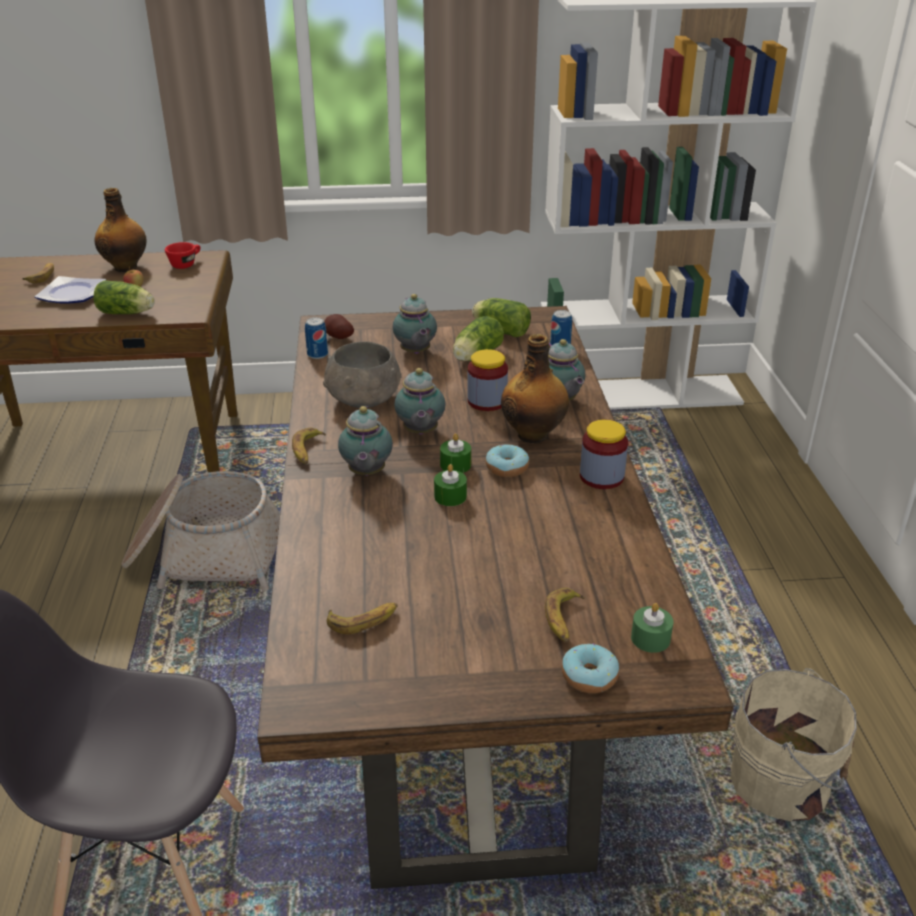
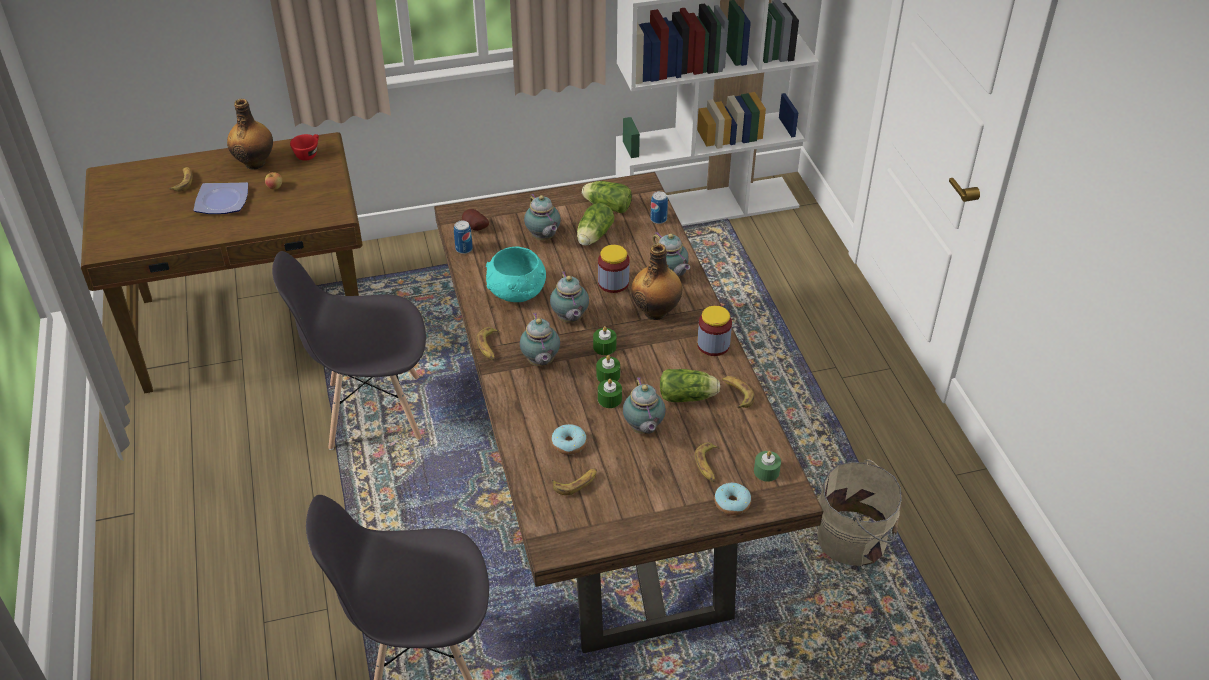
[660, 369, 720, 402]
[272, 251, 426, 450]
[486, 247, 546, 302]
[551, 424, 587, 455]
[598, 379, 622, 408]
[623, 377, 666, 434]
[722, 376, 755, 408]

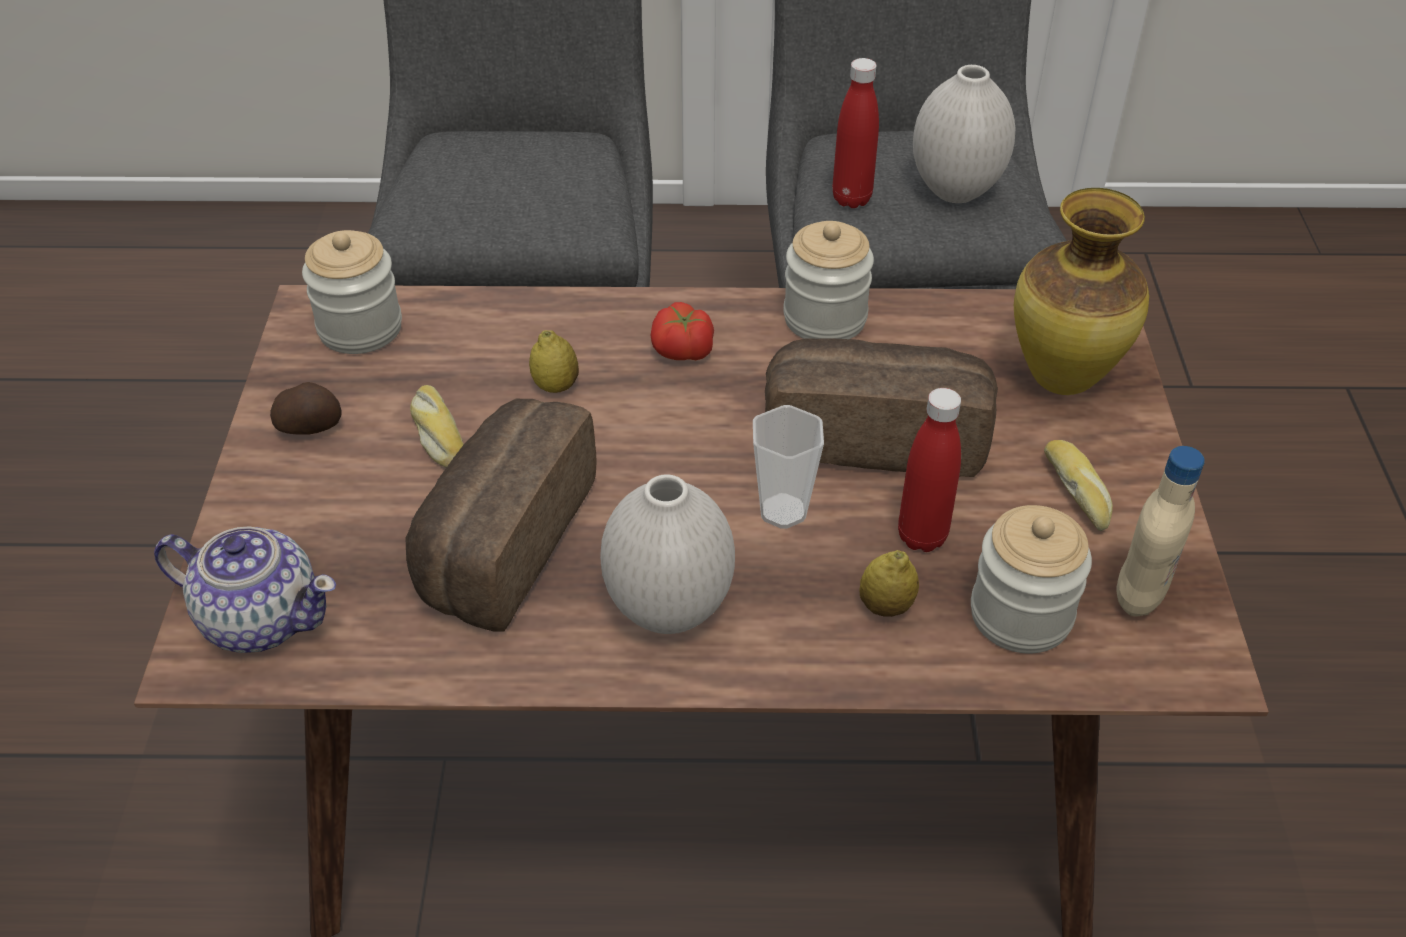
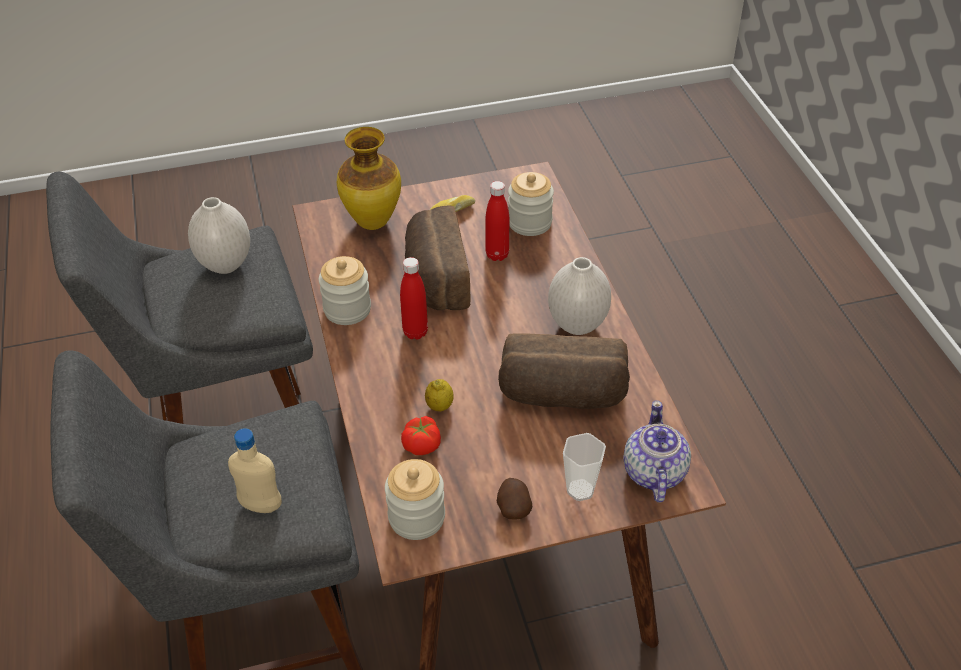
[410, 385, 464, 468] (first image)
[401, 416, 441, 455]
[563, 433, 606, 501]
[400, 257, 428, 340]
[859, 550, 919, 617] (first image)
[228, 428, 282, 513]

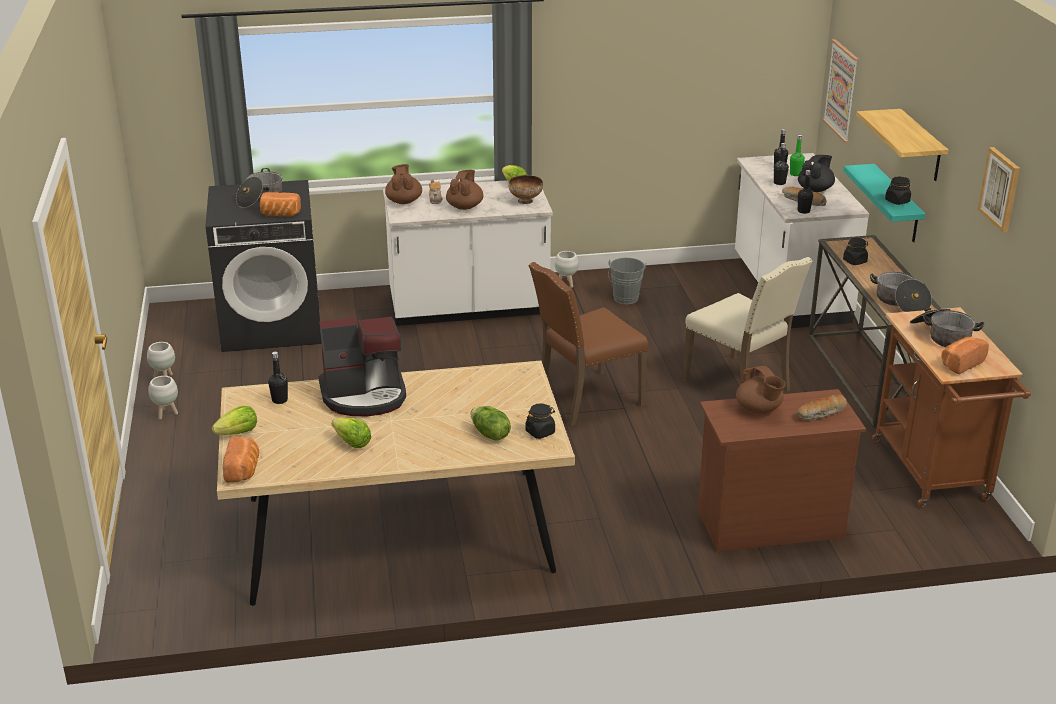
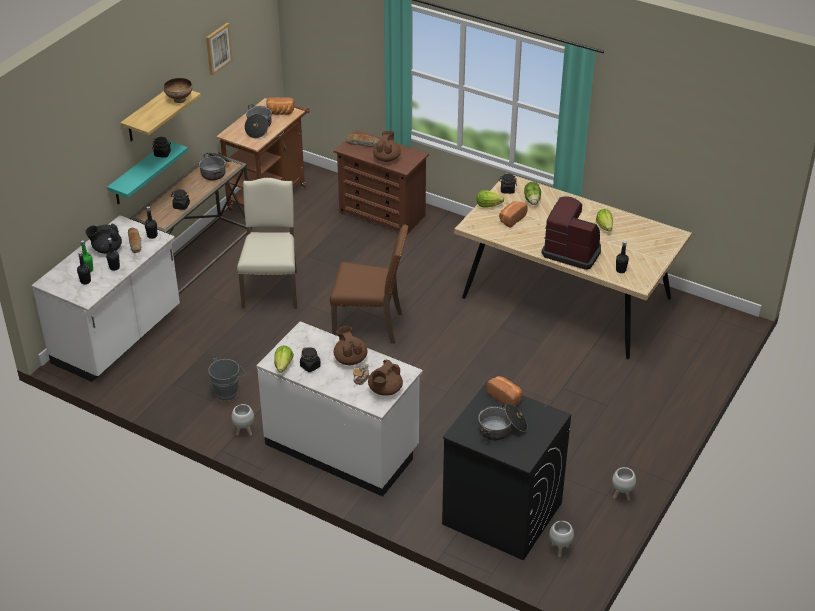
[549, 521, 574, 557]
[477, 190, 504, 208]
[499, 201, 528, 227]
[333, 326, 367, 365]
[164, 78, 192, 103]
[823, 39, 859, 143] (first image)
[300, 347, 321, 372]

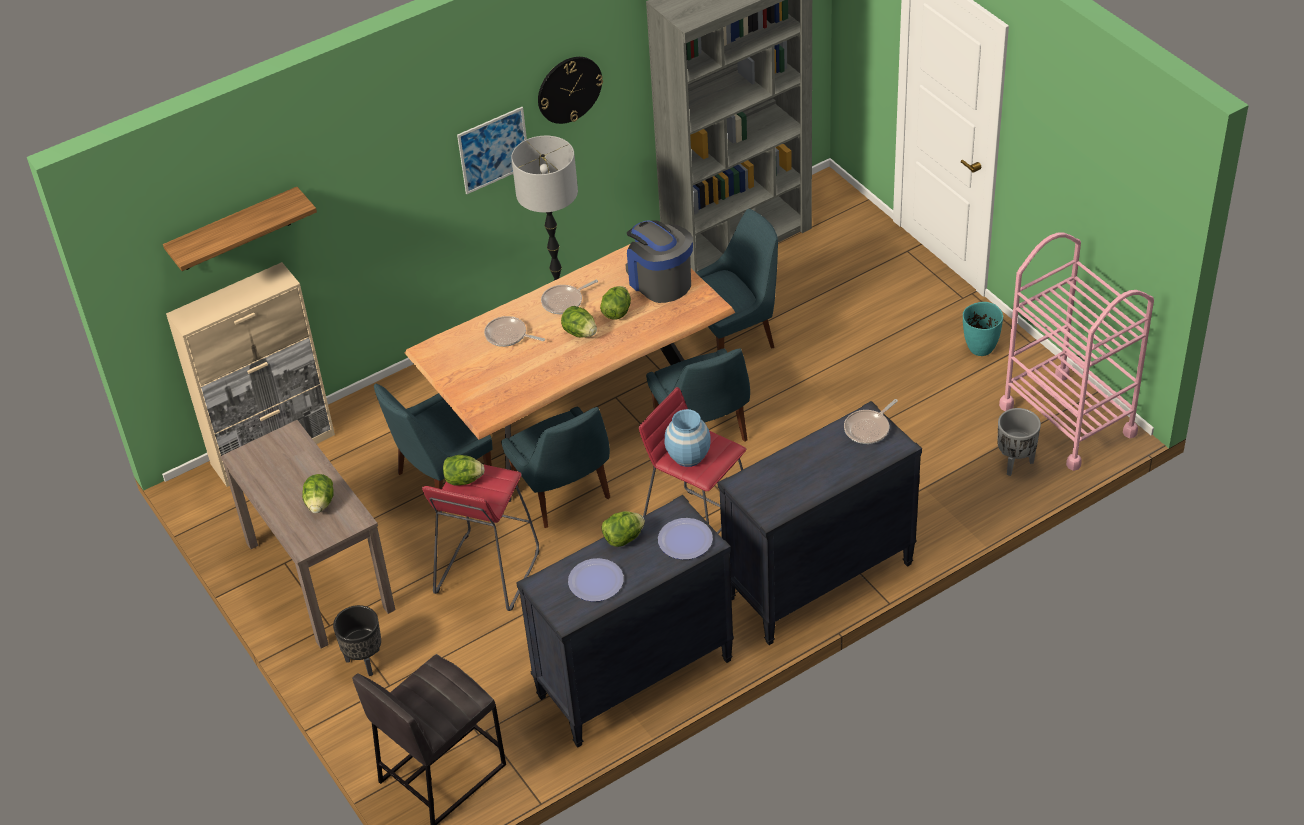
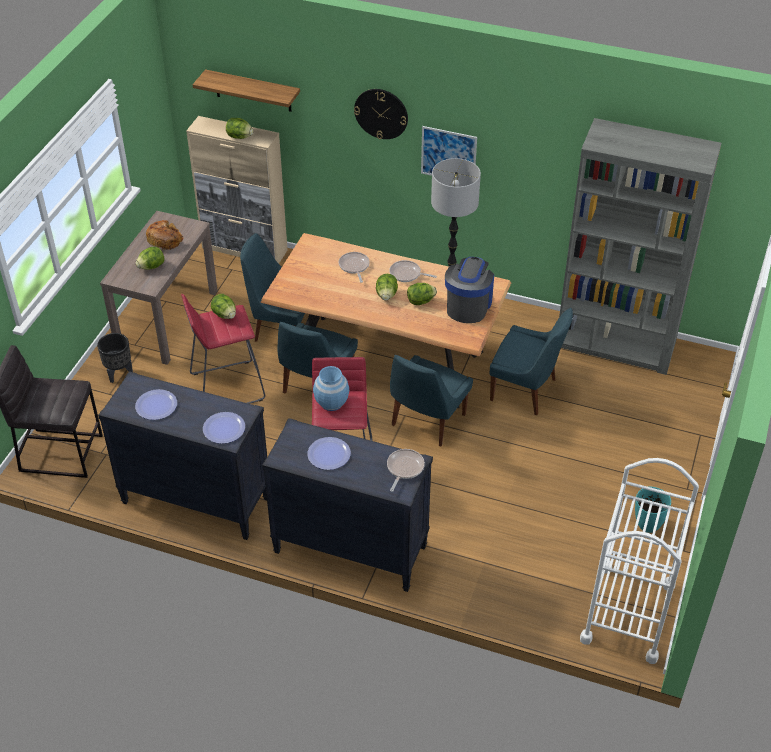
[354, 89, 408, 139]
[226, 118, 253, 139]
[387, 449, 425, 492]
[997, 408, 1041, 476] (first image)
[580, 458, 699, 664]
[146, 220, 183, 250]
[307, 437, 351, 470]

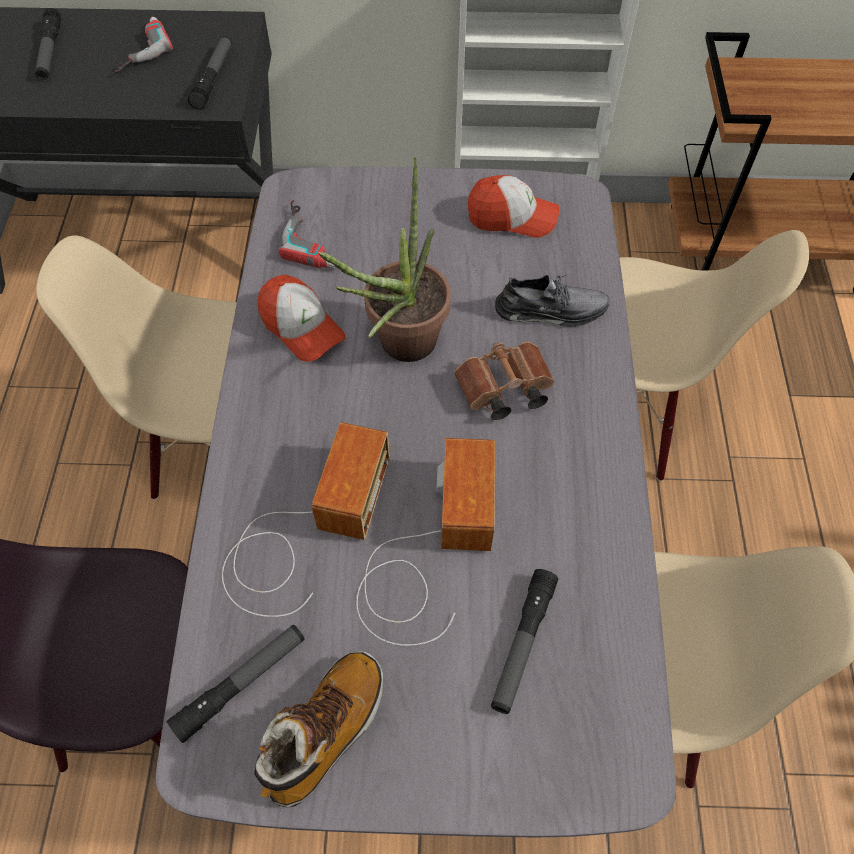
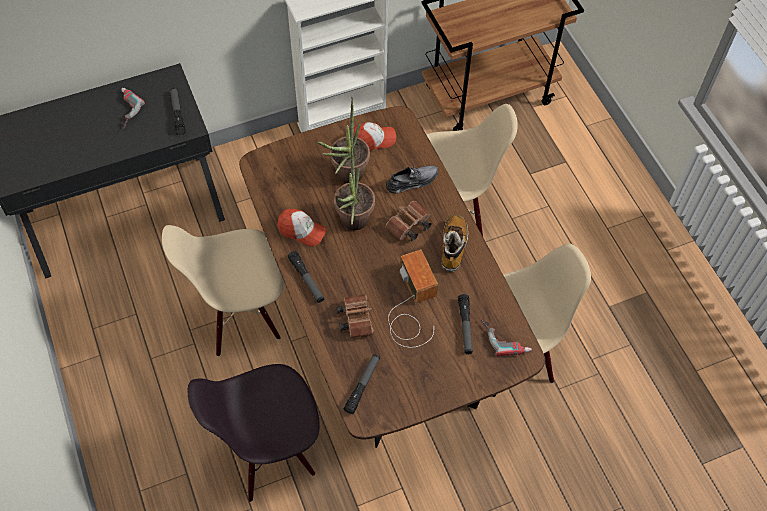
[288, 251, 324, 303]
[239, 106, 545, 448]
[336, 294, 374, 338]
[441, 215, 468, 272]
[481, 319, 532, 356]
[318, 99, 370, 183]

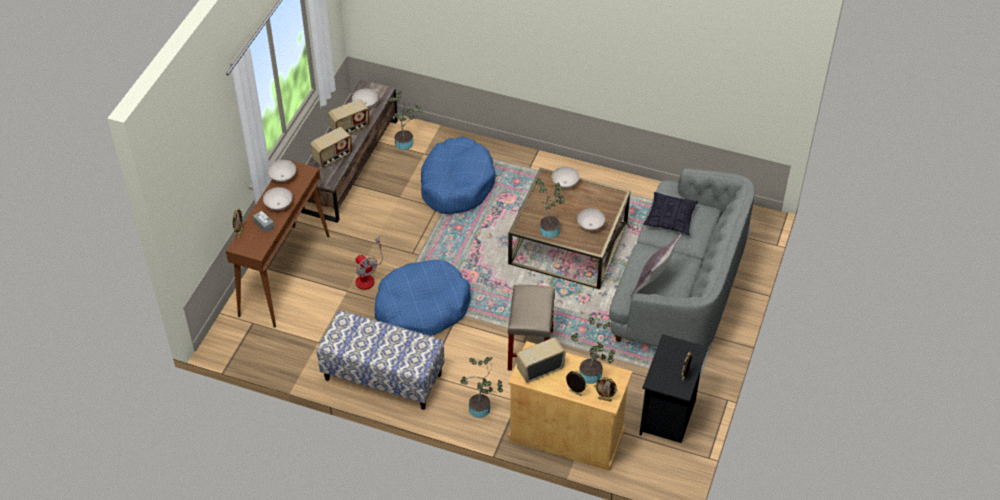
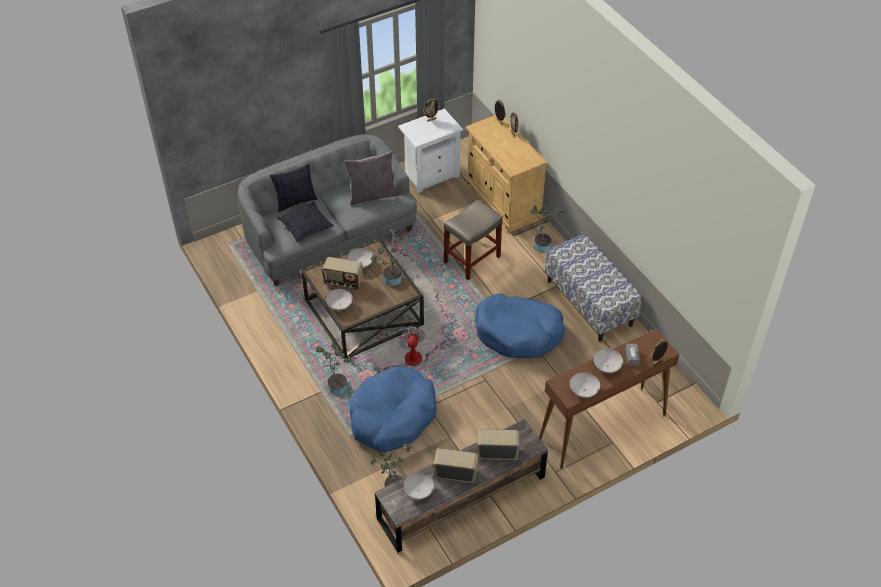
[375, 327, 425, 373]
[322, 257, 363, 290]
[316, 342, 352, 394]
[398, 108, 463, 193]
[270, 164, 318, 212]

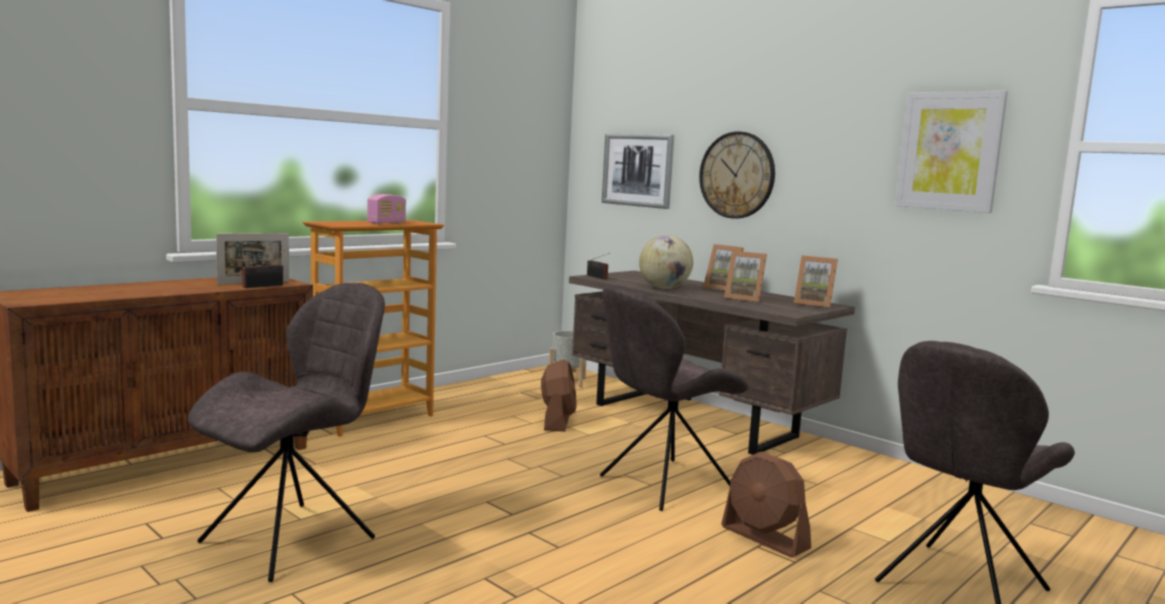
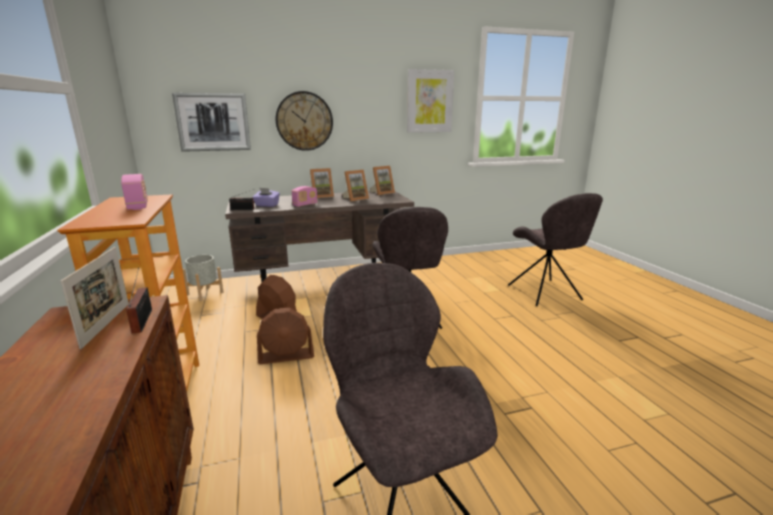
[292, 186, 318, 207]
[257, 308, 314, 364]
[252, 188, 280, 207]

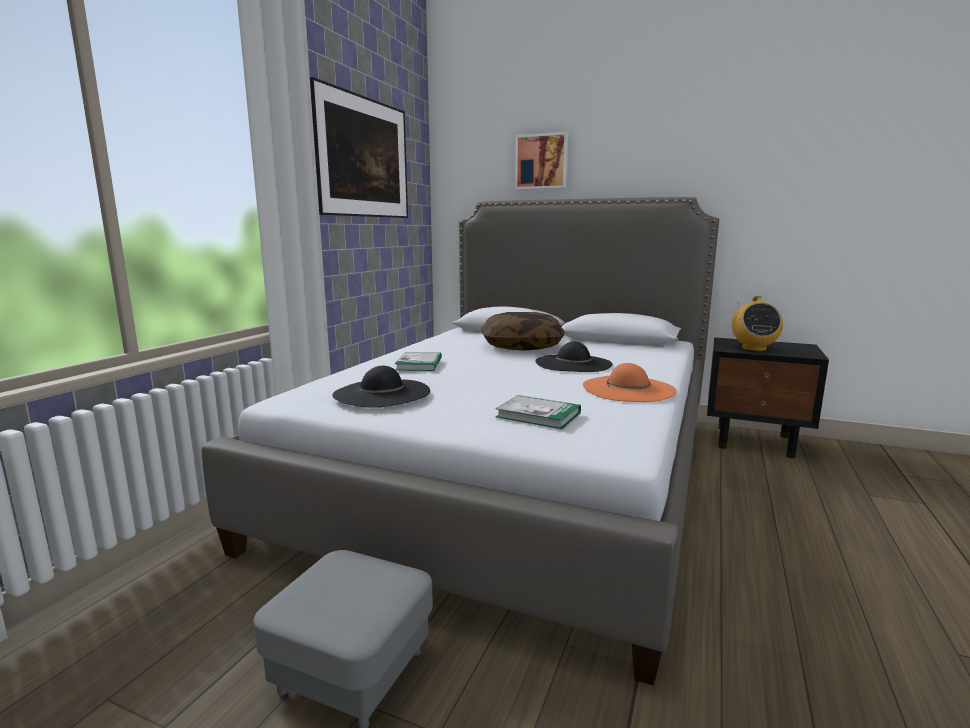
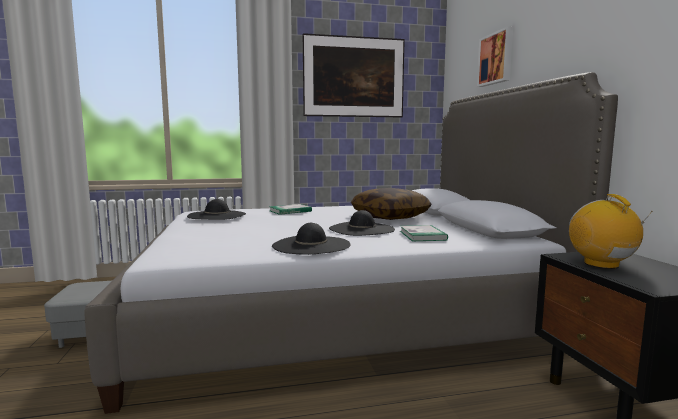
[400, 225, 448, 241]
[272, 223, 351, 255]
[569, 194, 653, 269]

